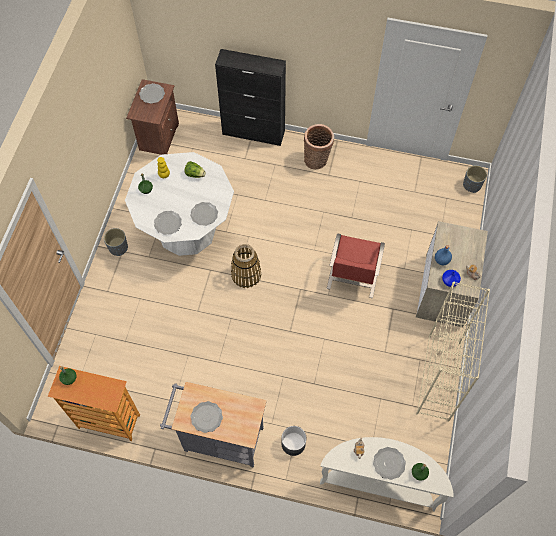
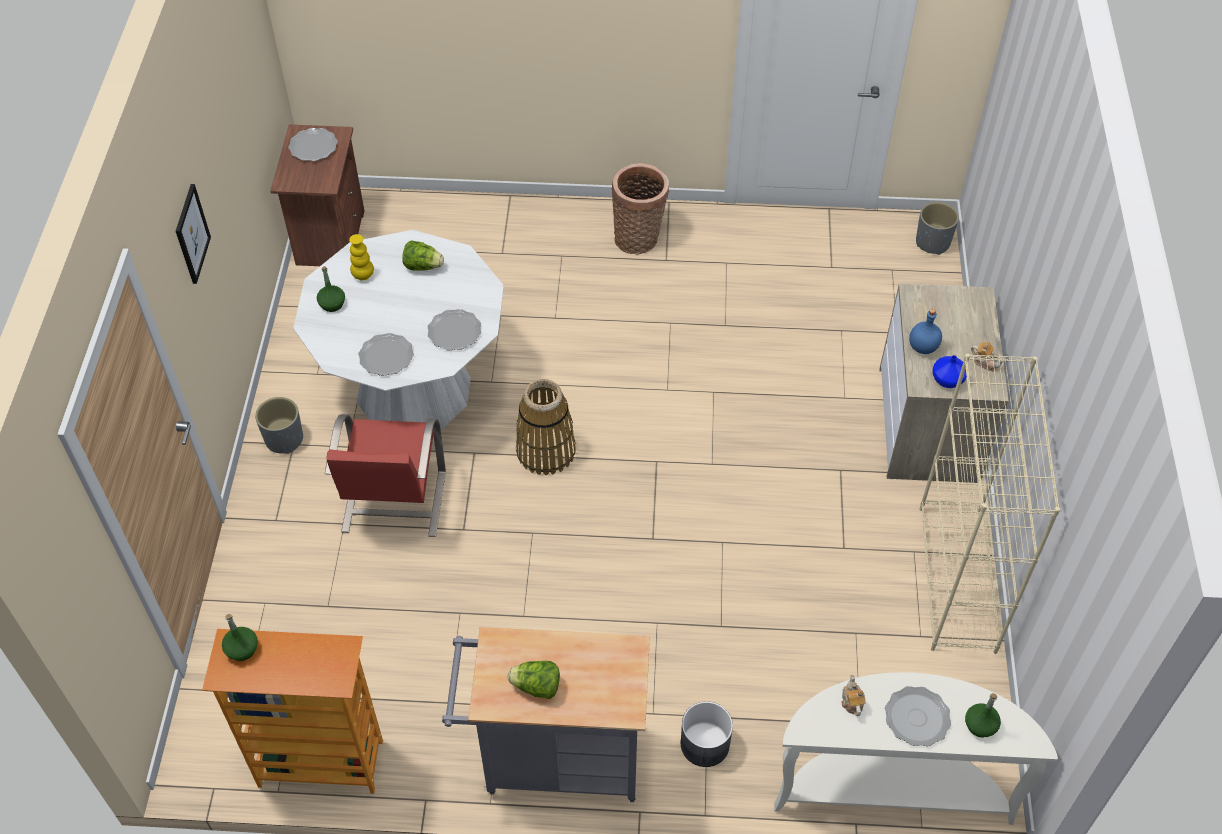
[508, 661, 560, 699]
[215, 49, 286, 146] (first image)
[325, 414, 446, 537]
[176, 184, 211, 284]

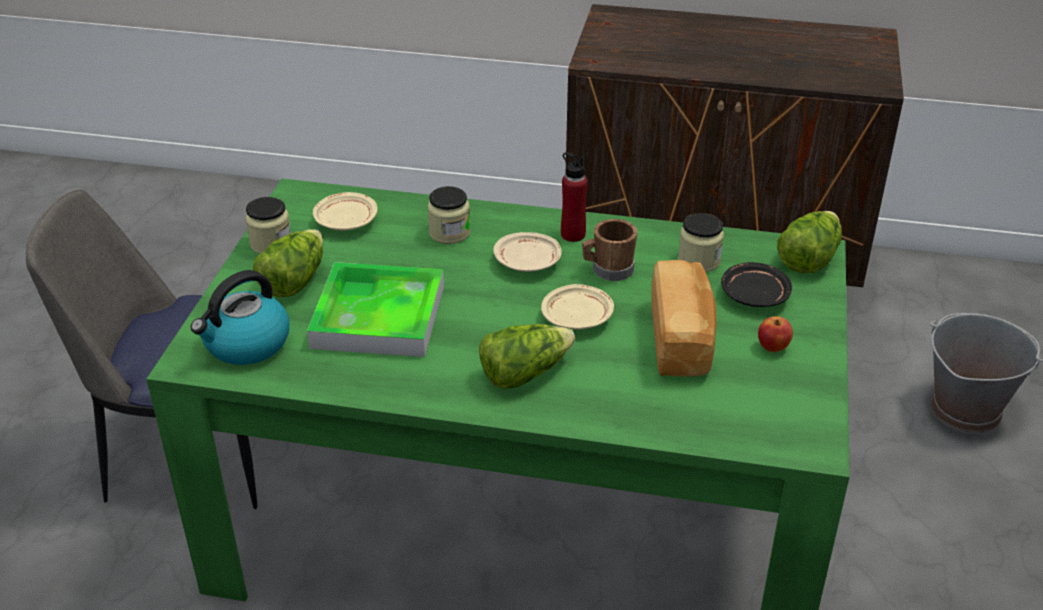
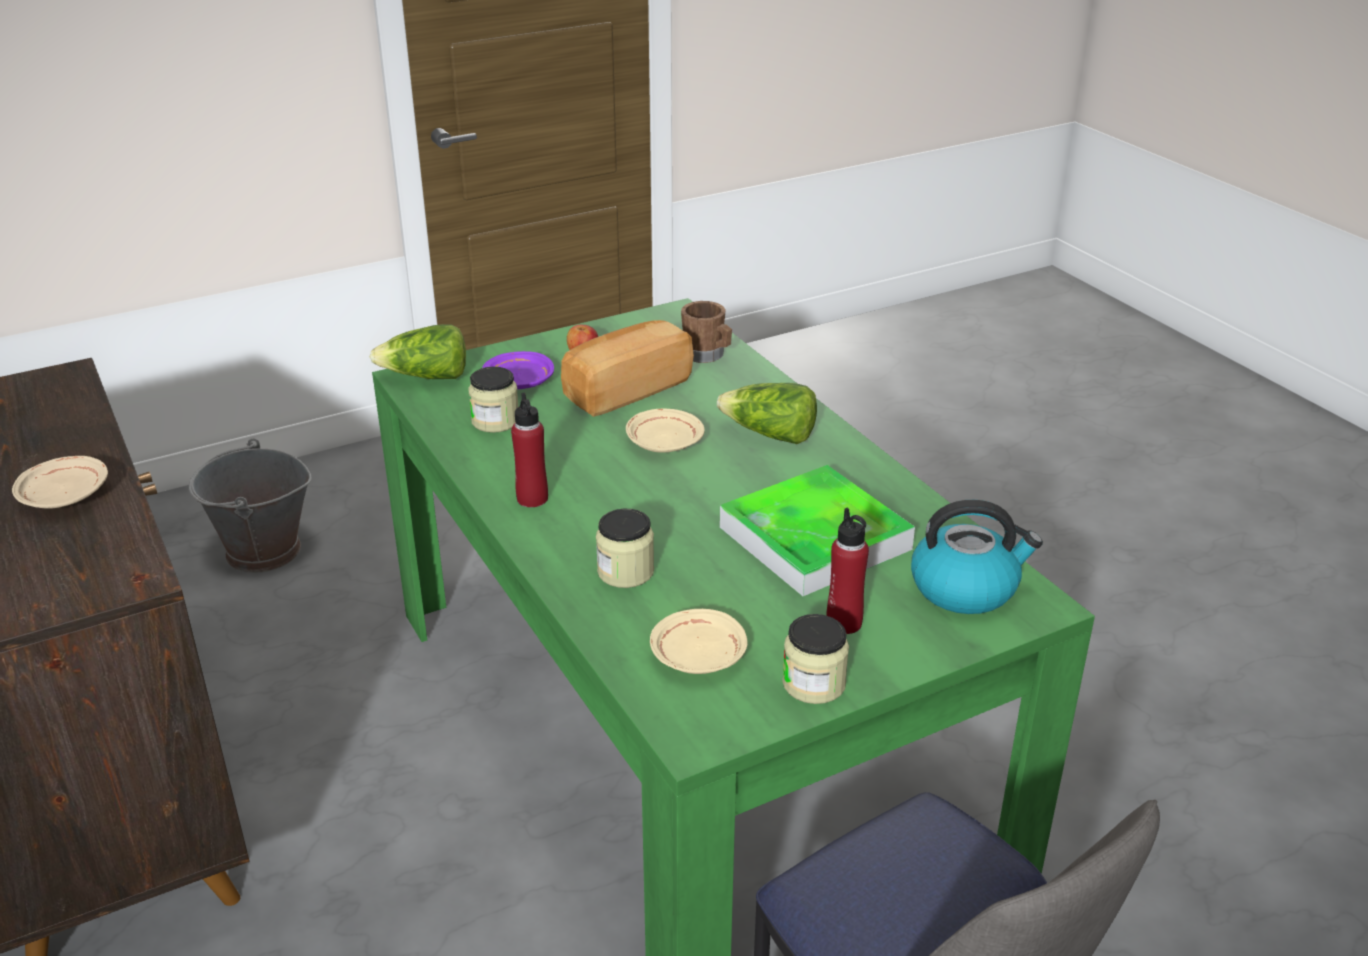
[826, 508, 869, 634]
[12, 456, 108, 509]
[681, 301, 732, 363]
[482, 351, 554, 389]

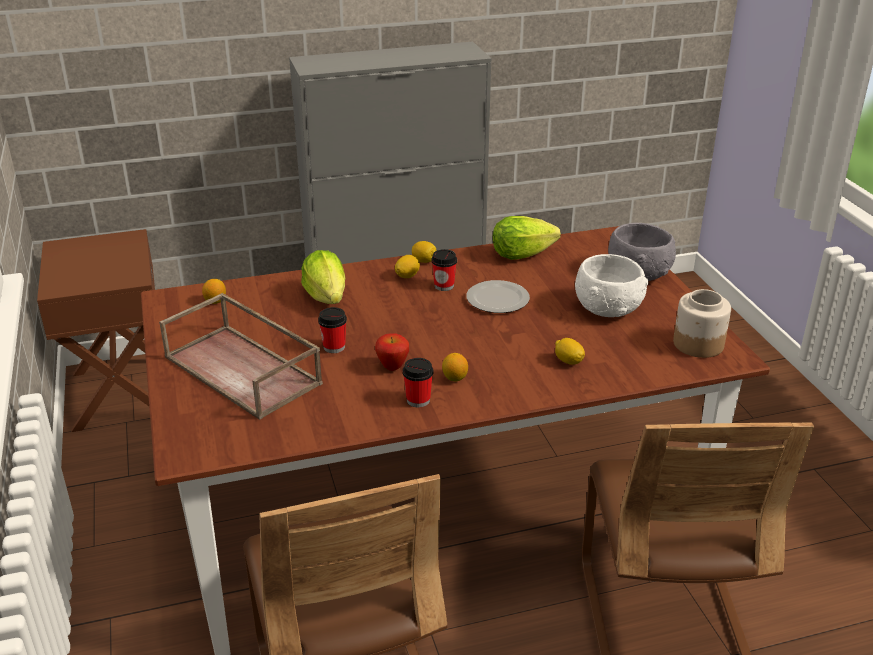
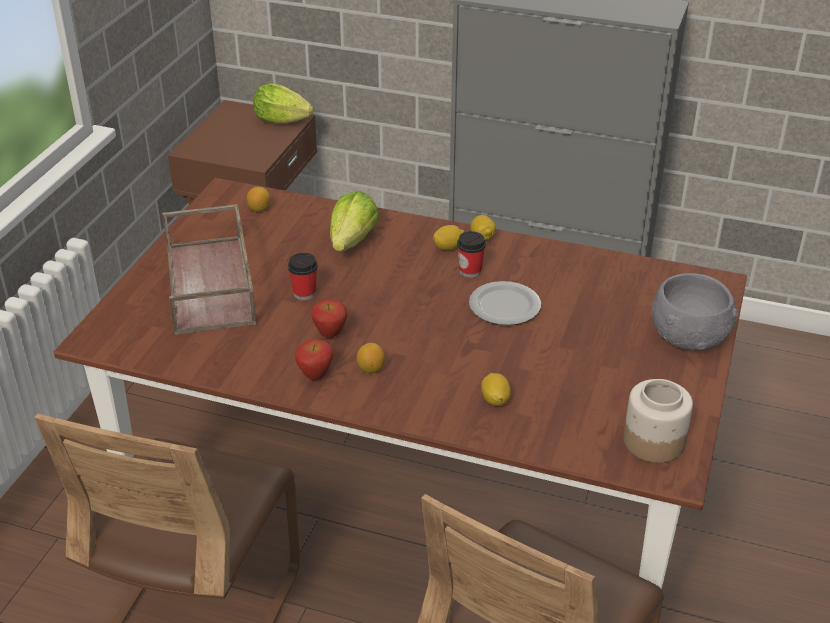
[295, 339, 333, 380]
[253, 83, 313, 124]
[575, 254, 648, 317] (first image)

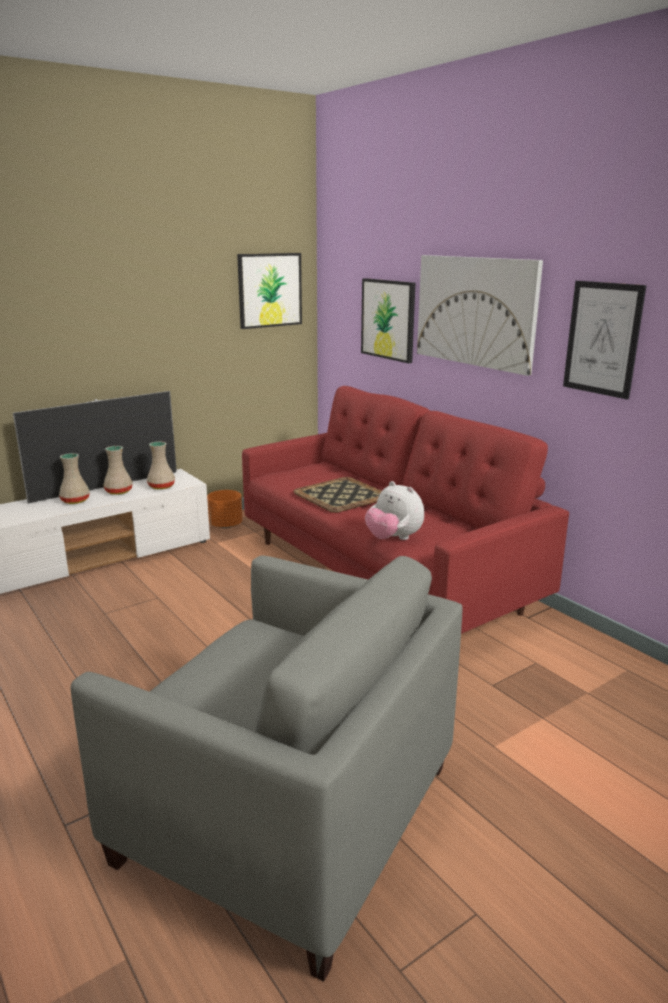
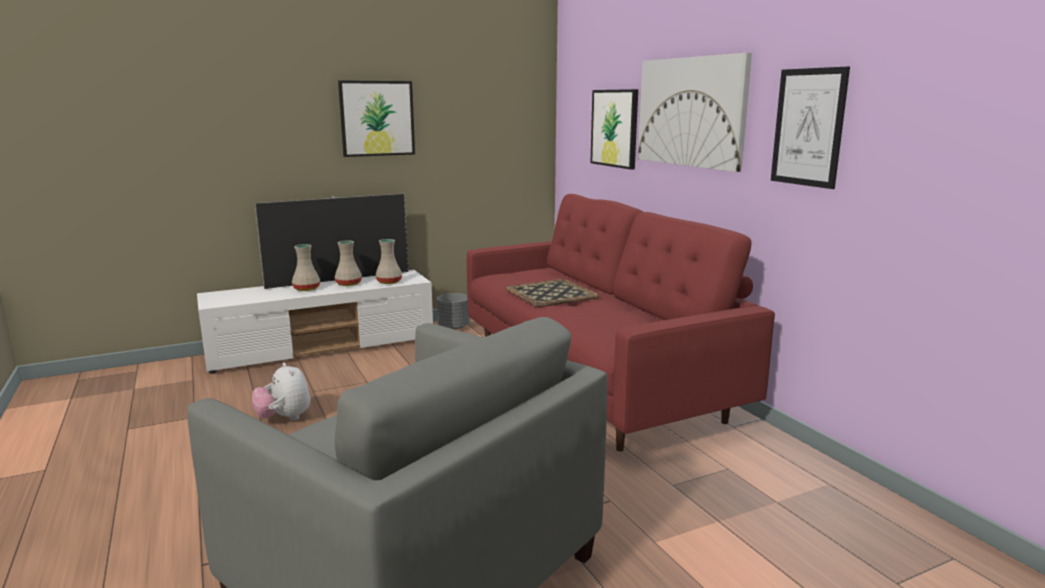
[437, 293, 470, 330]
[338, 80, 415, 157]
[252, 362, 310, 421]

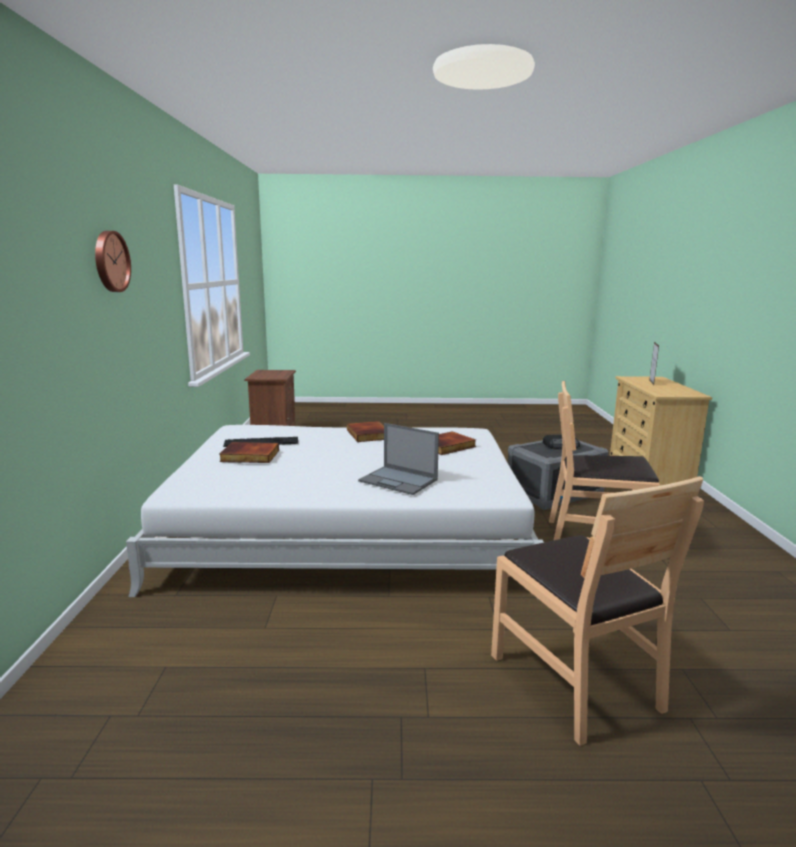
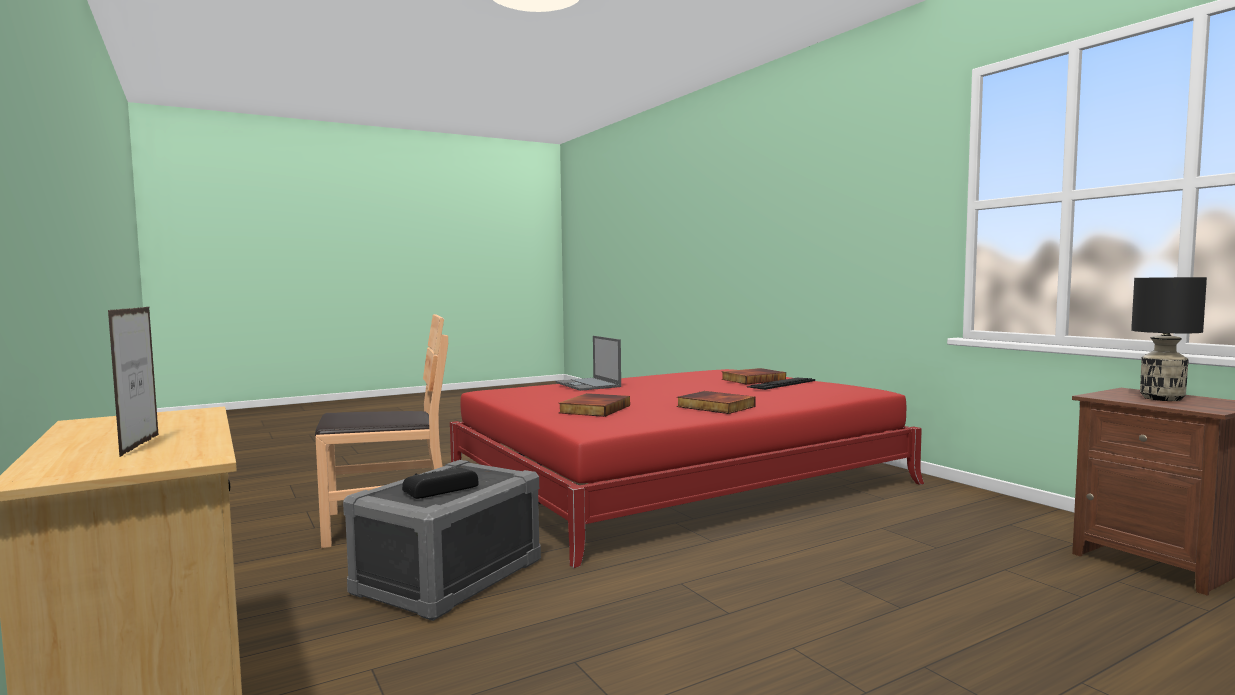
[95, 231, 131, 292] (first image)
[450, 369, 924, 568]
[556, 336, 621, 391]
[491, 476, 704, 746] (first image)
[1131, 277, 1207, 401]

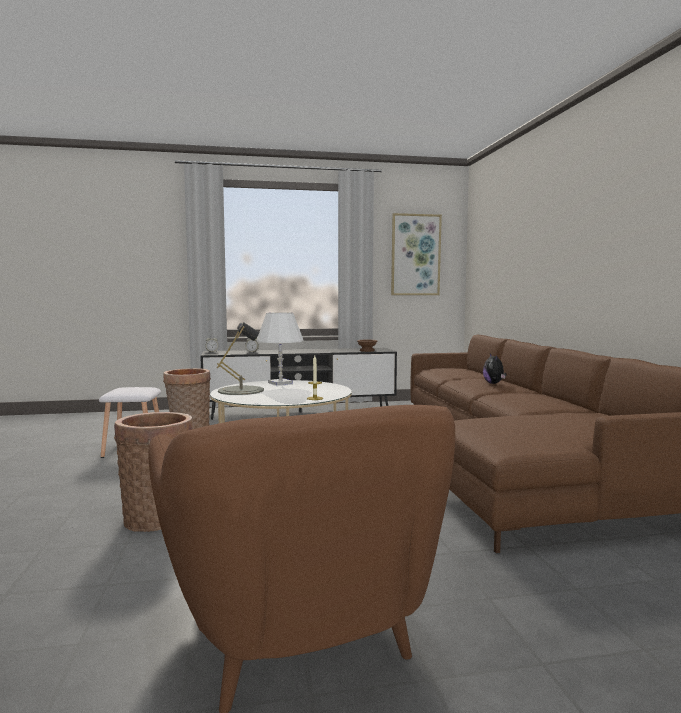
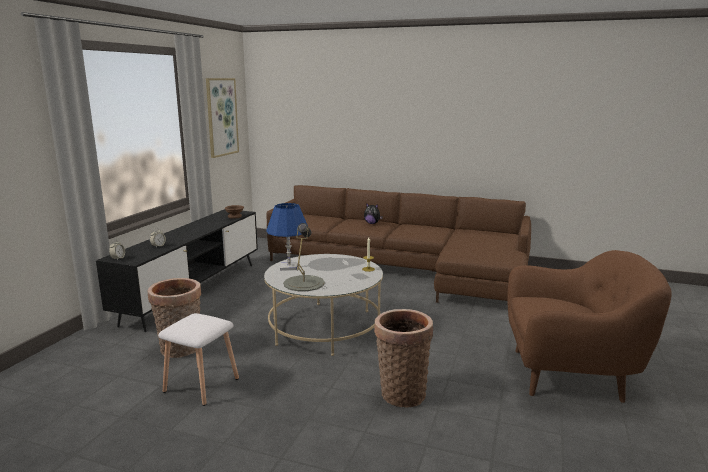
[266, 203, 308, 270]

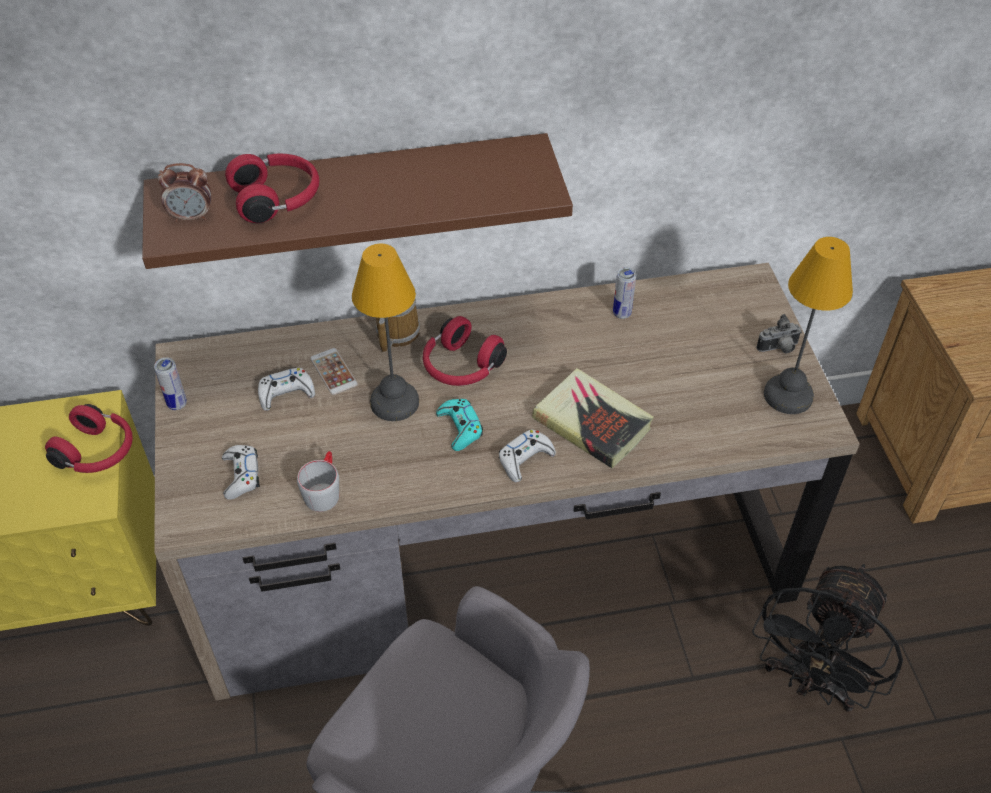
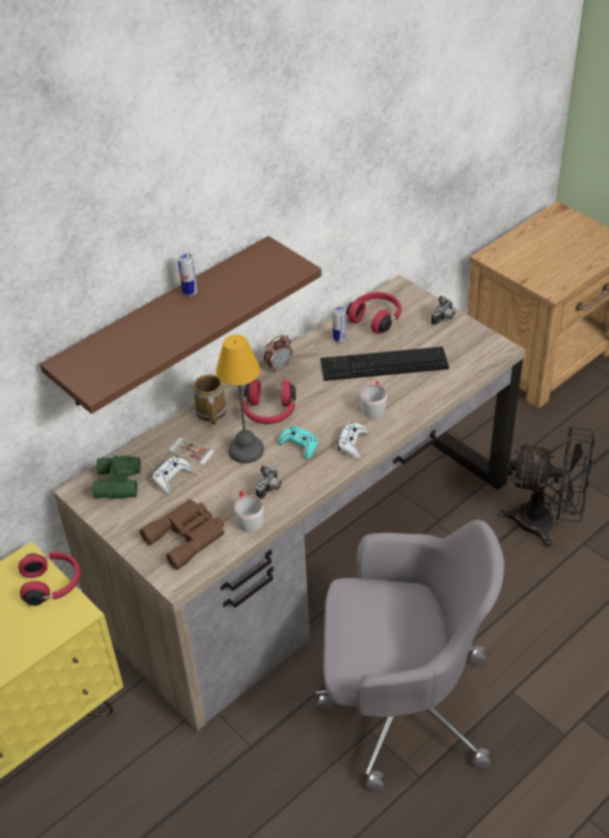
[178, 253, 197, 297]
[264, 335, 292, 373]
[140, 499, 224, 570]
[346, 292, 402, 334]
[360, 381, 387, 419]
[498, 426, 594, 548]
[764, 237, 853, 414] (first image)
[92, 455, 141, 499]
[256, 465, 282, 500]
[320, 347, 449, 381]

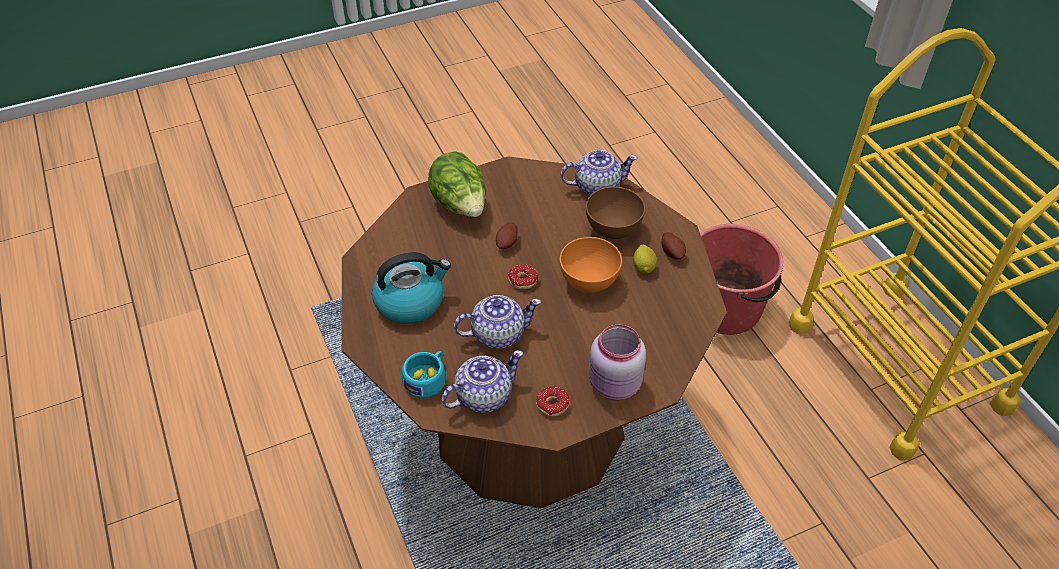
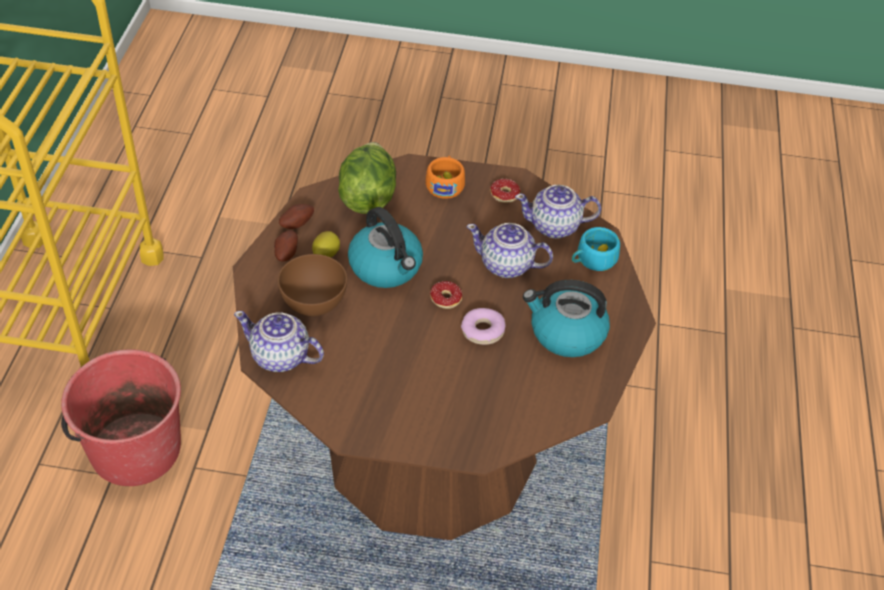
[338, 142, 396, 214]
[279, 204, 314, 229]
[348, 207, 423, 288]
[426, 156, 465, 199]
[461, 308, 506, 345]

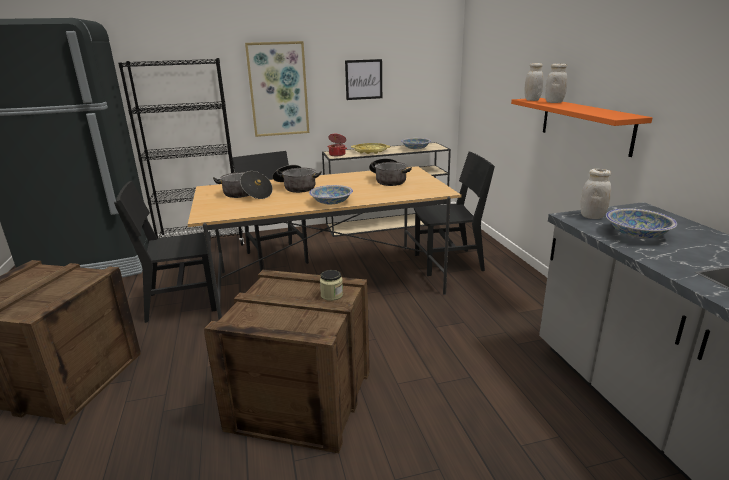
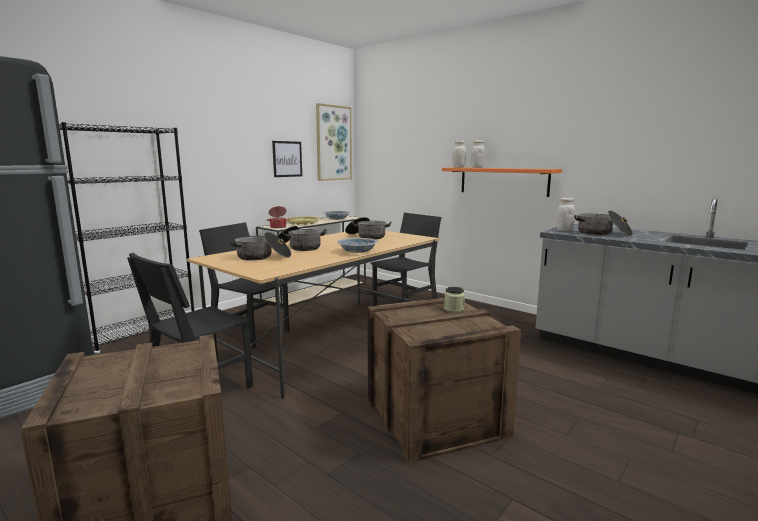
[316, 103, 352, 181]
[574, 210, 633, 236]

